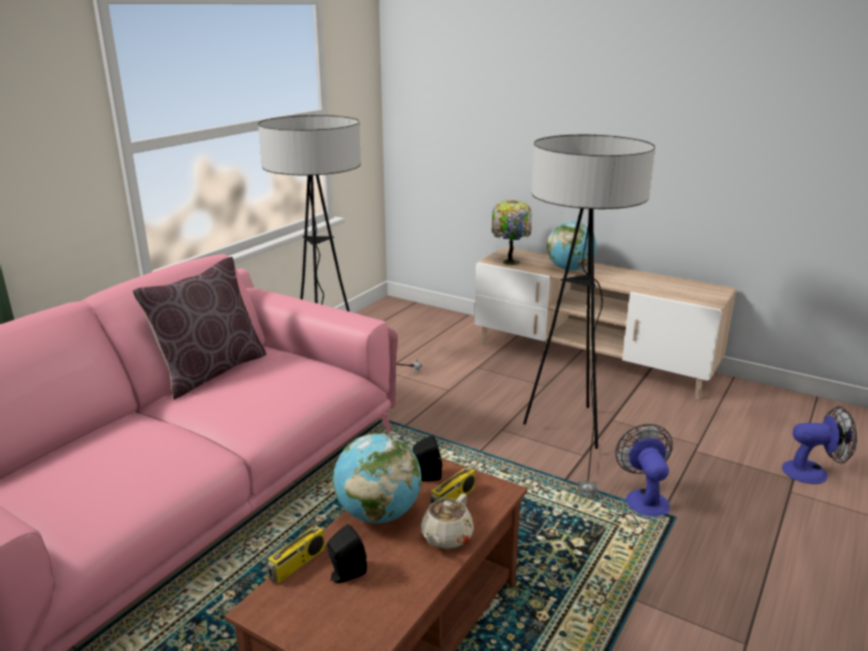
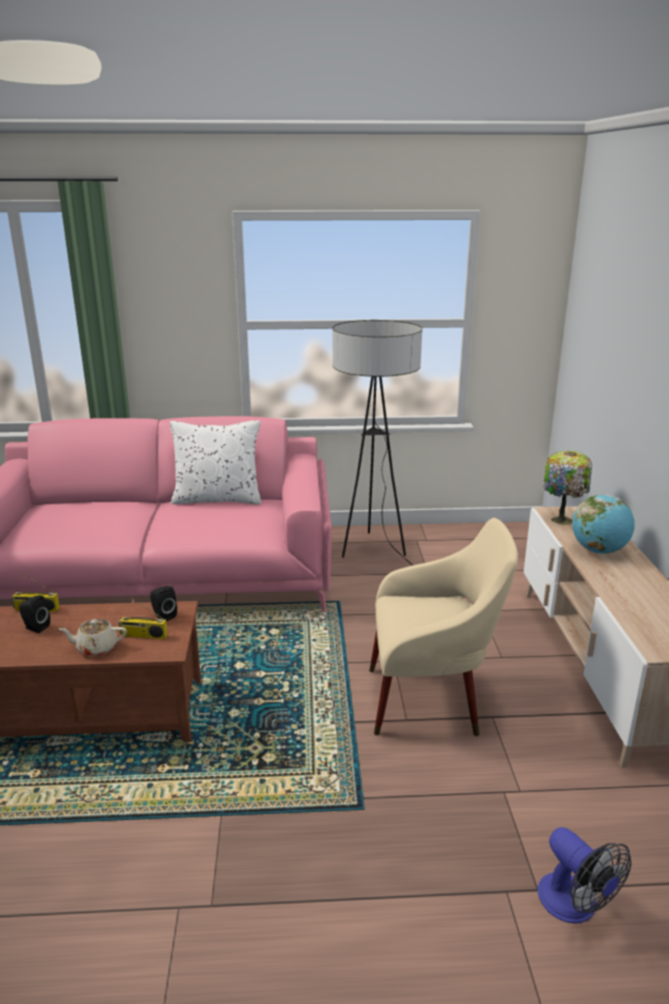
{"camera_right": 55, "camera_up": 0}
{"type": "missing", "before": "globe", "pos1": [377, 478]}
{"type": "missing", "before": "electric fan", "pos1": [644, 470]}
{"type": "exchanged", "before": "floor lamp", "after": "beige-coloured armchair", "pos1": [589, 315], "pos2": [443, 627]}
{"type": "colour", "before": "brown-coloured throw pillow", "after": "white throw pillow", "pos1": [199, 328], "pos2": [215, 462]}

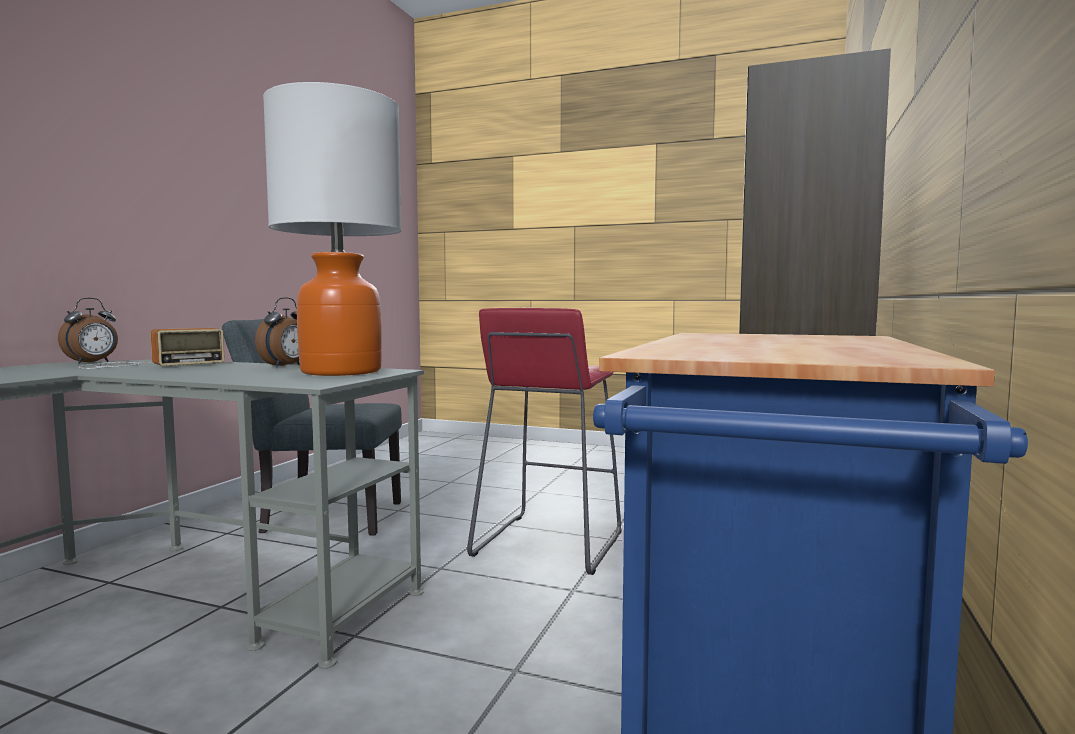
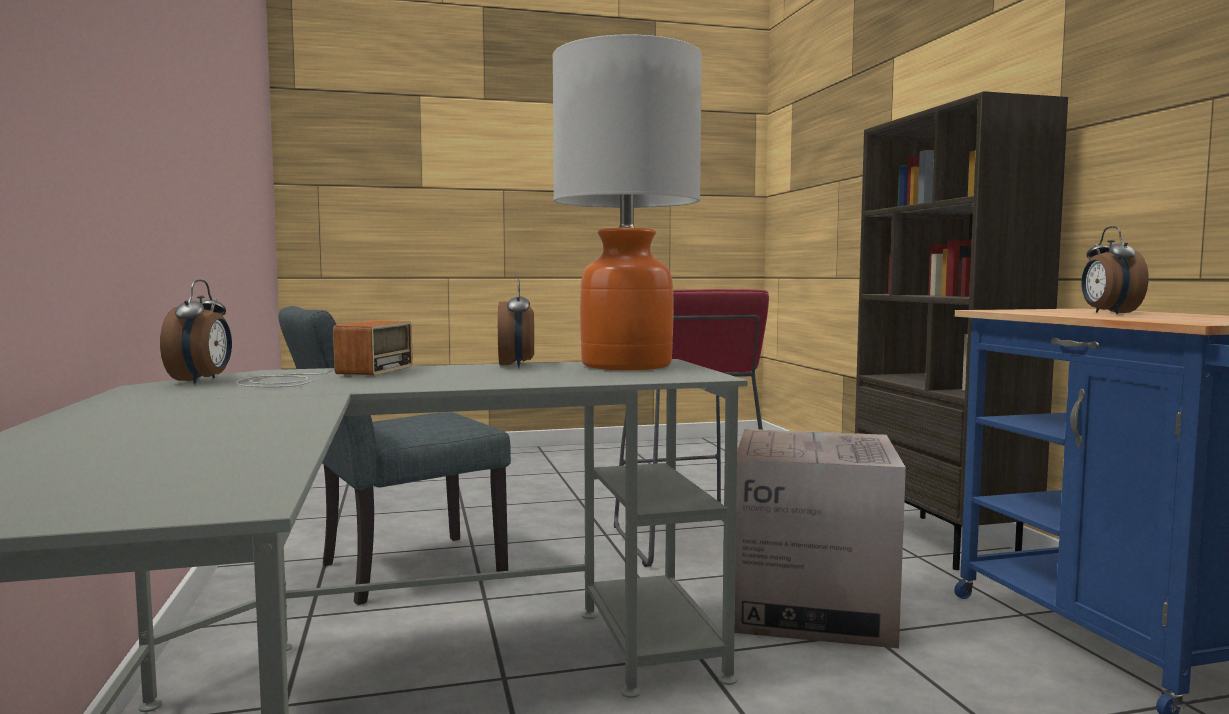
{"camera_right": -35, "camera_up": 0}
{"type": "appeared", "after": "packing box", "pos2": [820, 538]}
{"type": "appeared", "after": "table clock", "pos2": [1115, 270]}

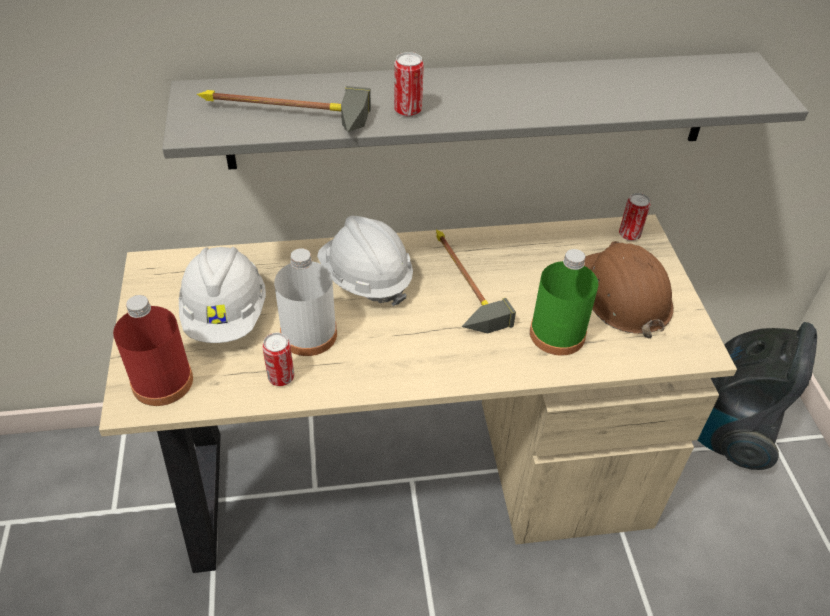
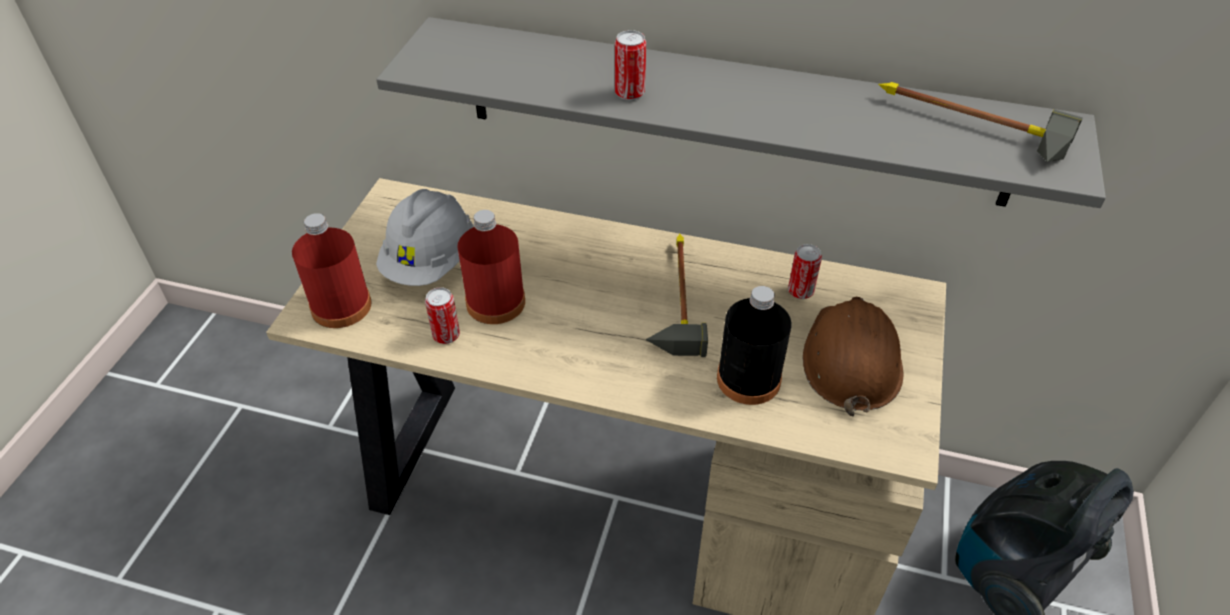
{"camera_right": 25, "camera_up": 0}
{"type": "missing", "before": "white hard hat", "pos1": [365, 261]}
{"type": "relocated", "before": "hand hammer", "pos1": [283, 109], "pos2": [980, 122]}
{"type": "relocated", "before": "can", "pos1": [634, 217], "pos2": [805, 271]}
{"type": "colour", "before": "white bottle", "after": "red bottle", "pos1": [305, 302], "pos2": [491, 267]}
{"type": "colour", "before": "green bottle", "after": "blackish bottle", "pos1": [564, 302], "pos2": [754, 345]}

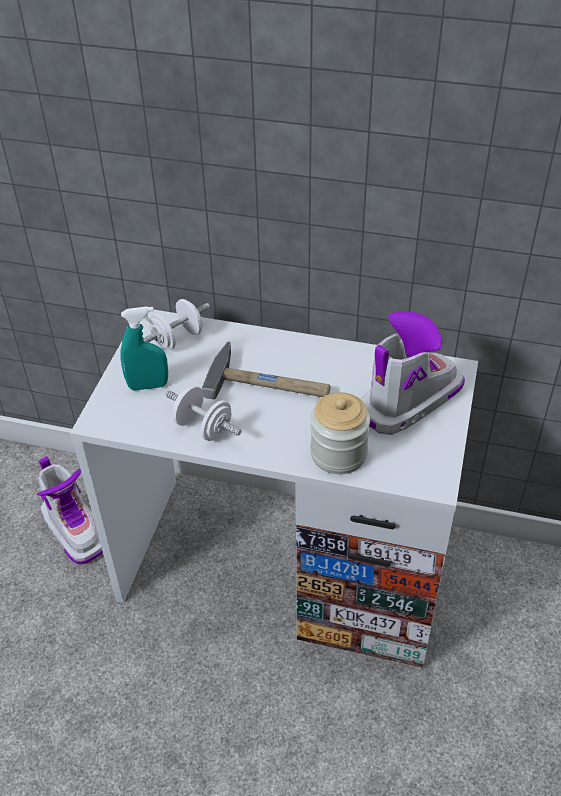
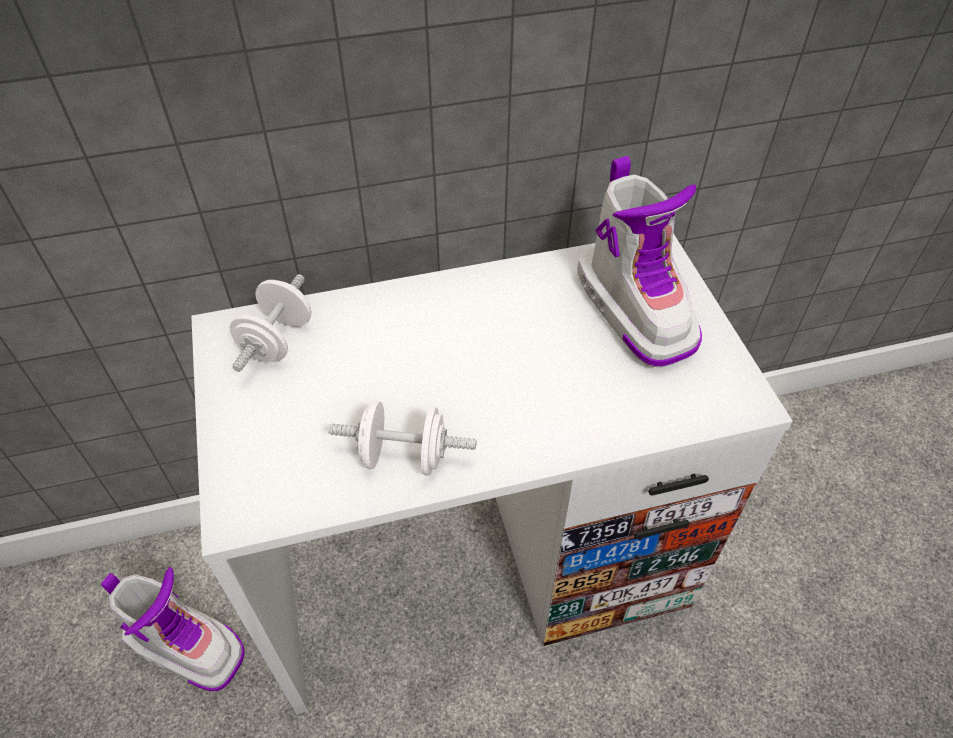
{"camera_right": -30, "camera_up": 5}
{"type": "missing", "before": "turquoise-coloured spray bottle", "pos1": [144, 348]}
{"type": "missing", "before": "hand hammer", "pos1": [266, 370]}
{"type": "missing", "before": "jar", "pos1": [340, 433]}
{"type": "spun", "before": "boot", "pos1": [413, 373], "pos2": [639, 262], "turn": 135}

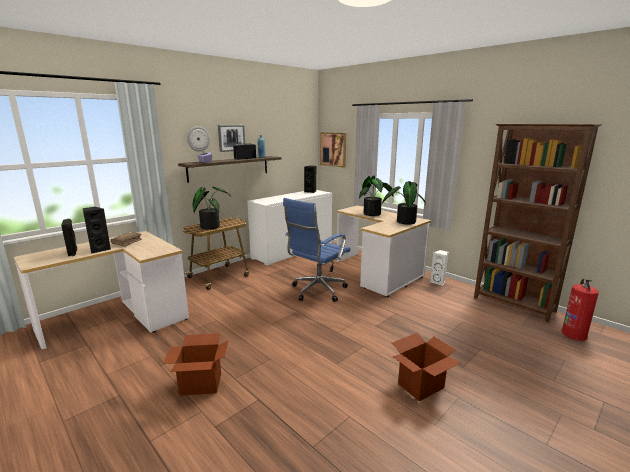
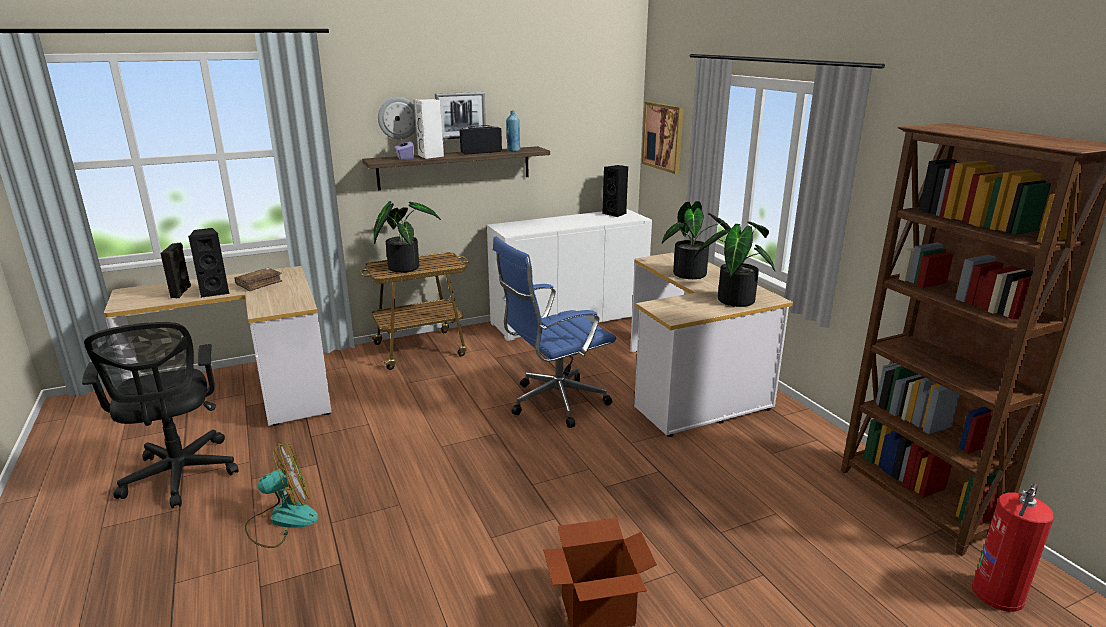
{"camera_right": 20, "camera_up": 5}
{"type": "appeared", "after": "blackish computer chair", "pos2": [160, 415]}
{"type": "relocated", "before": "white speaker", "pos1": [439, 268], "pos2": [428, 129]}
{"type": "exchanged", "before": "packing box", "after": "electric fan", "pos1": [195, 364], "pos2": [281, 495]}

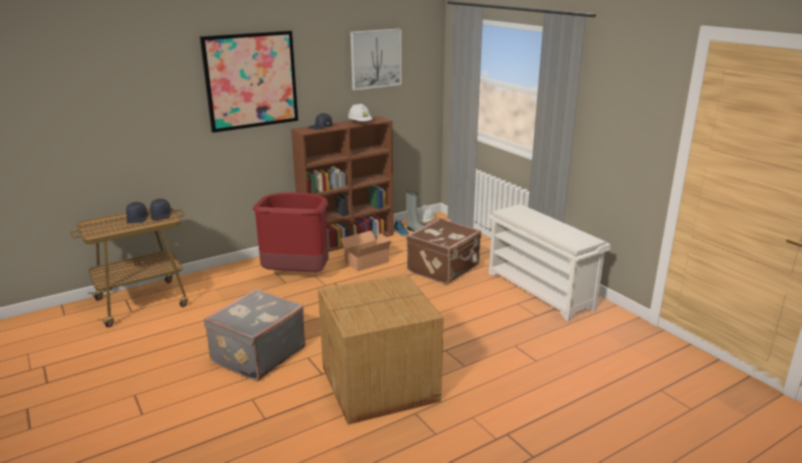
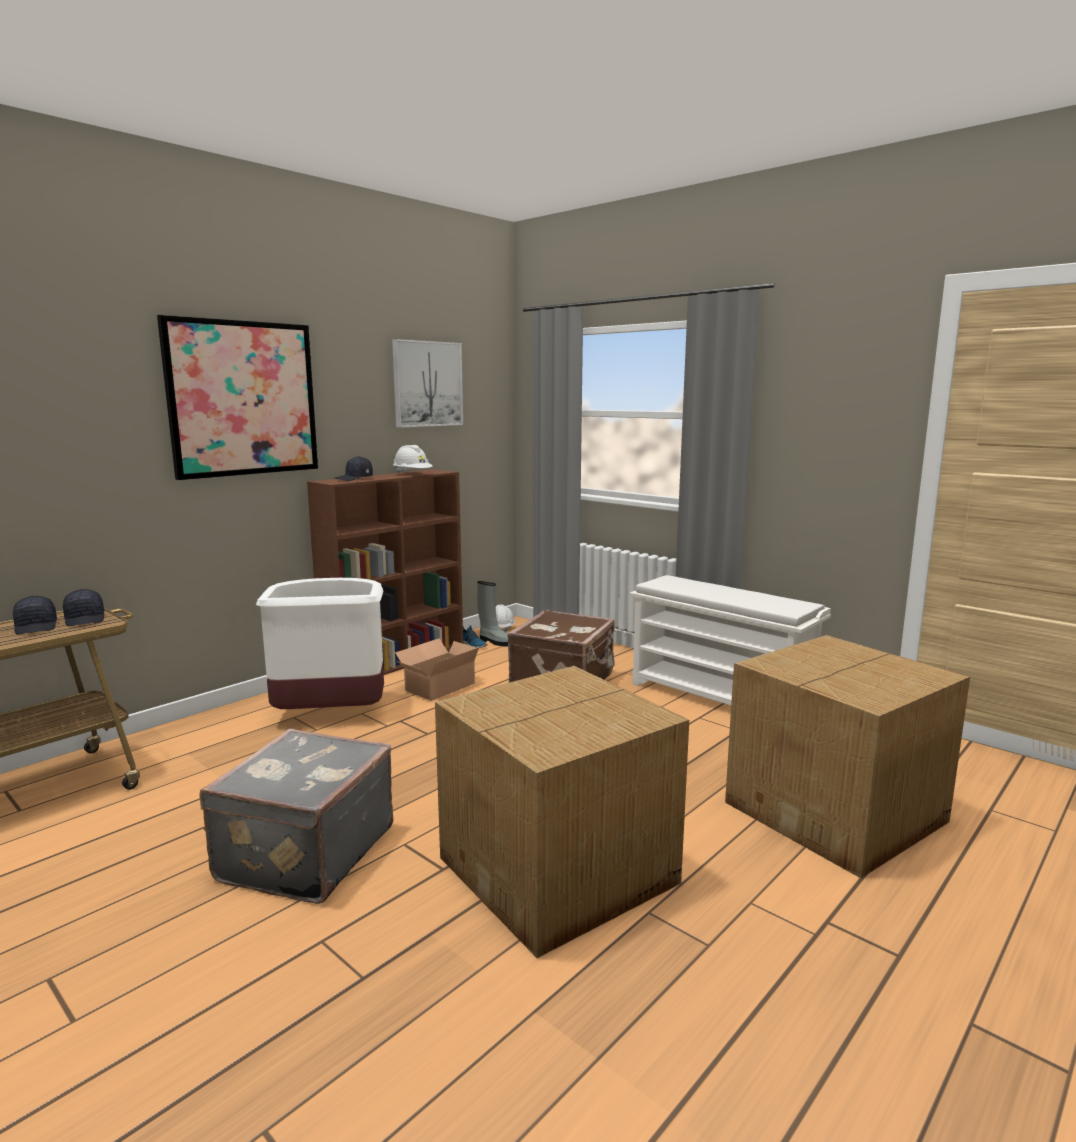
{"camera_right": -15, "camera_up": -10}
{"type": "appeared", "after": "packing box", "pos2": [847, 756]}
{"type": "colour", "before": "red rubbish bin", "after": "white rubbish bin", "pos1": [291, 232], "pos2": [320, 643]}

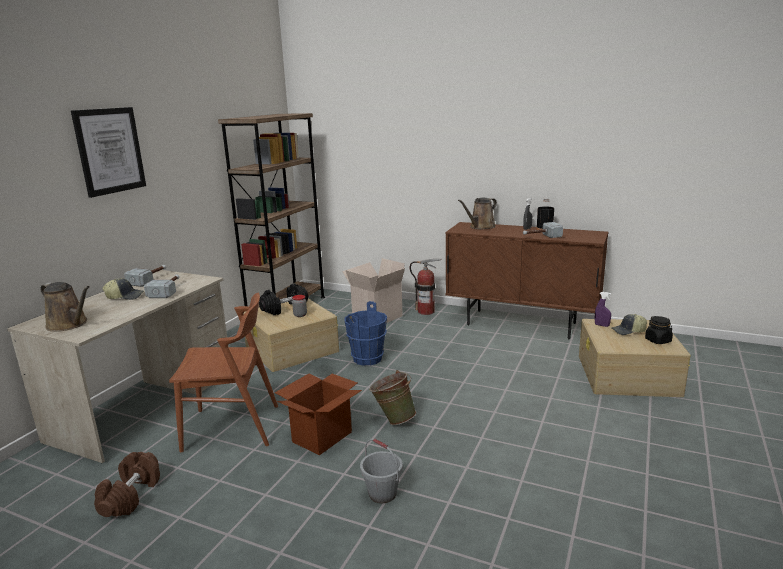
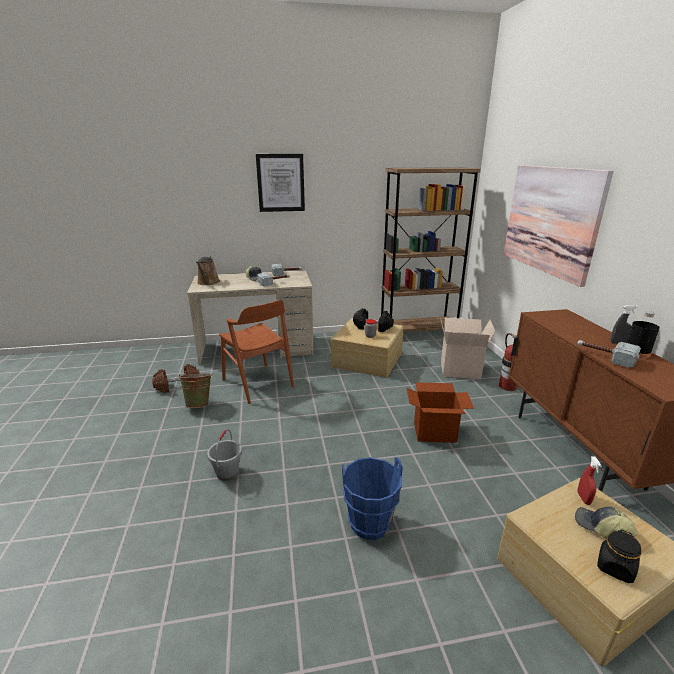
{"camera_right": 55, "camera_up": 5}
{"type": "missing", "before": "brown-coloured watering can", "pos1": [477, 213]}
{"type": "appeared", "after": "wall art", "pos2": [559, 226]}
{"type": "relocated", "before": "packing box", "pos1": [318, 414], "pos2": [440, 412]}
{"type": "relocated", "before": "blue pail", "pos1": [365, 333], "pos2": [372, 498]}
{"type": "relocated", "before": "green pail", "pos1": [392, 397], "pos2": [195, 391]}
{"type": "colour", "before": "purple spray bottle", "after": "red spray bottle", "pos1": [603, 309], "pos2": [589, 480]}

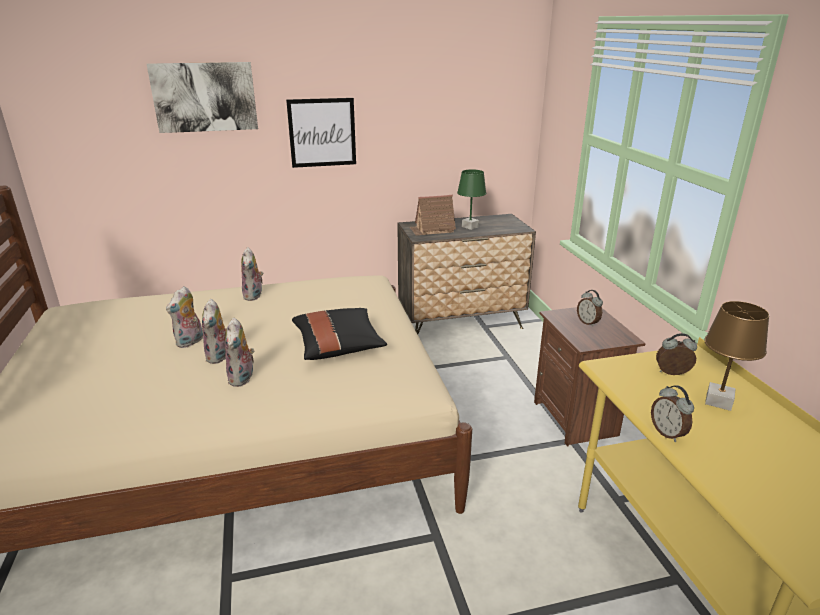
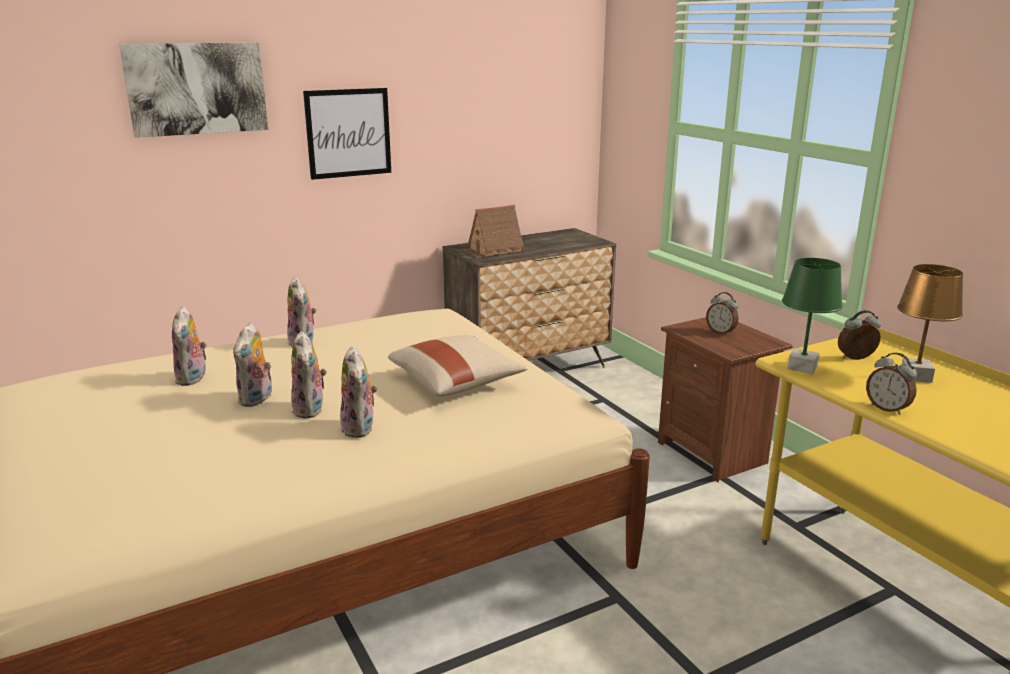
{"camera_right": -15, "camera_up": -5}
{"type": "appeared", "after": "cuddly toy", "pos2": [190, 346]}
{"type": "relocated", "before": "green lamp for a table", "pos1": [471, 199], "pos2": [812, 316]}
{"type": "colour", "before": "blackish throw pillow", "after": "beige-coloured throw pillow", "pos1": [339, 334], "pos2": [457, 365]}

